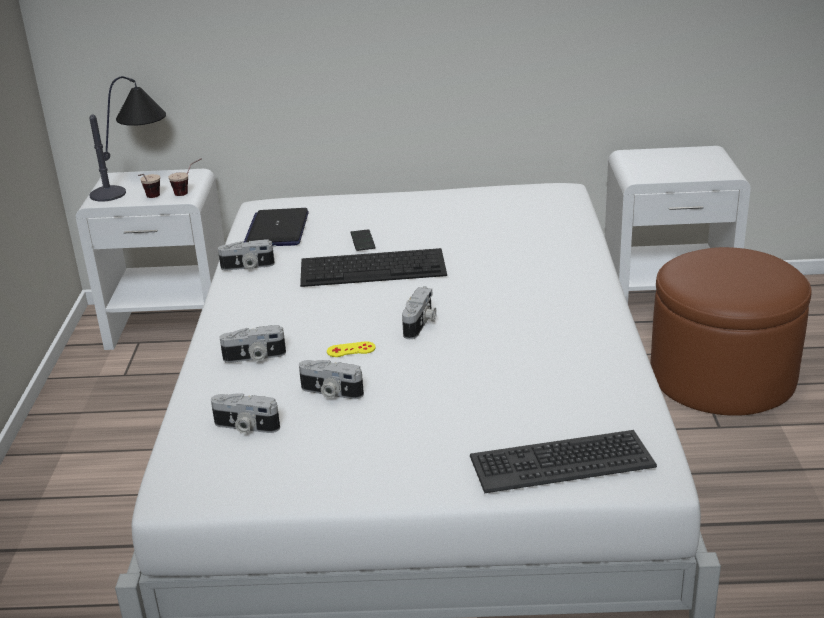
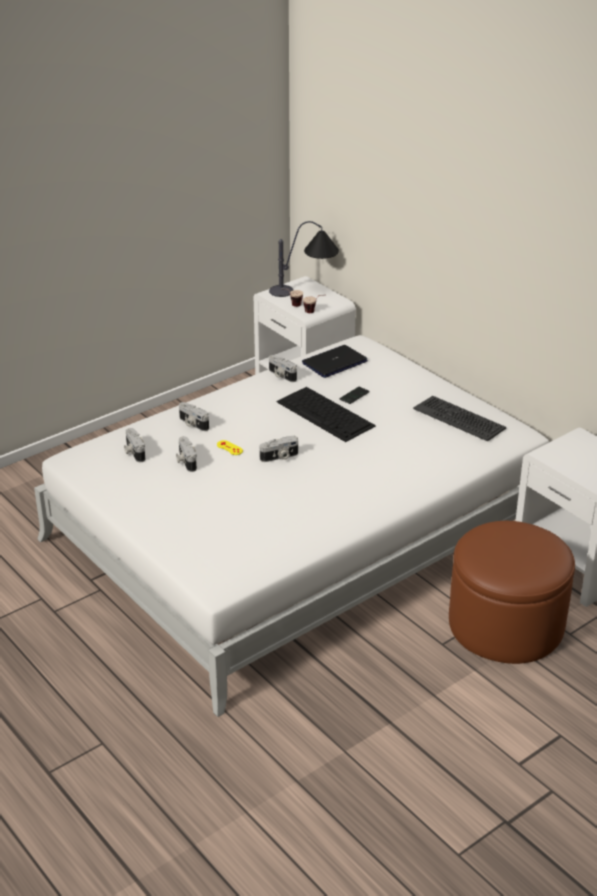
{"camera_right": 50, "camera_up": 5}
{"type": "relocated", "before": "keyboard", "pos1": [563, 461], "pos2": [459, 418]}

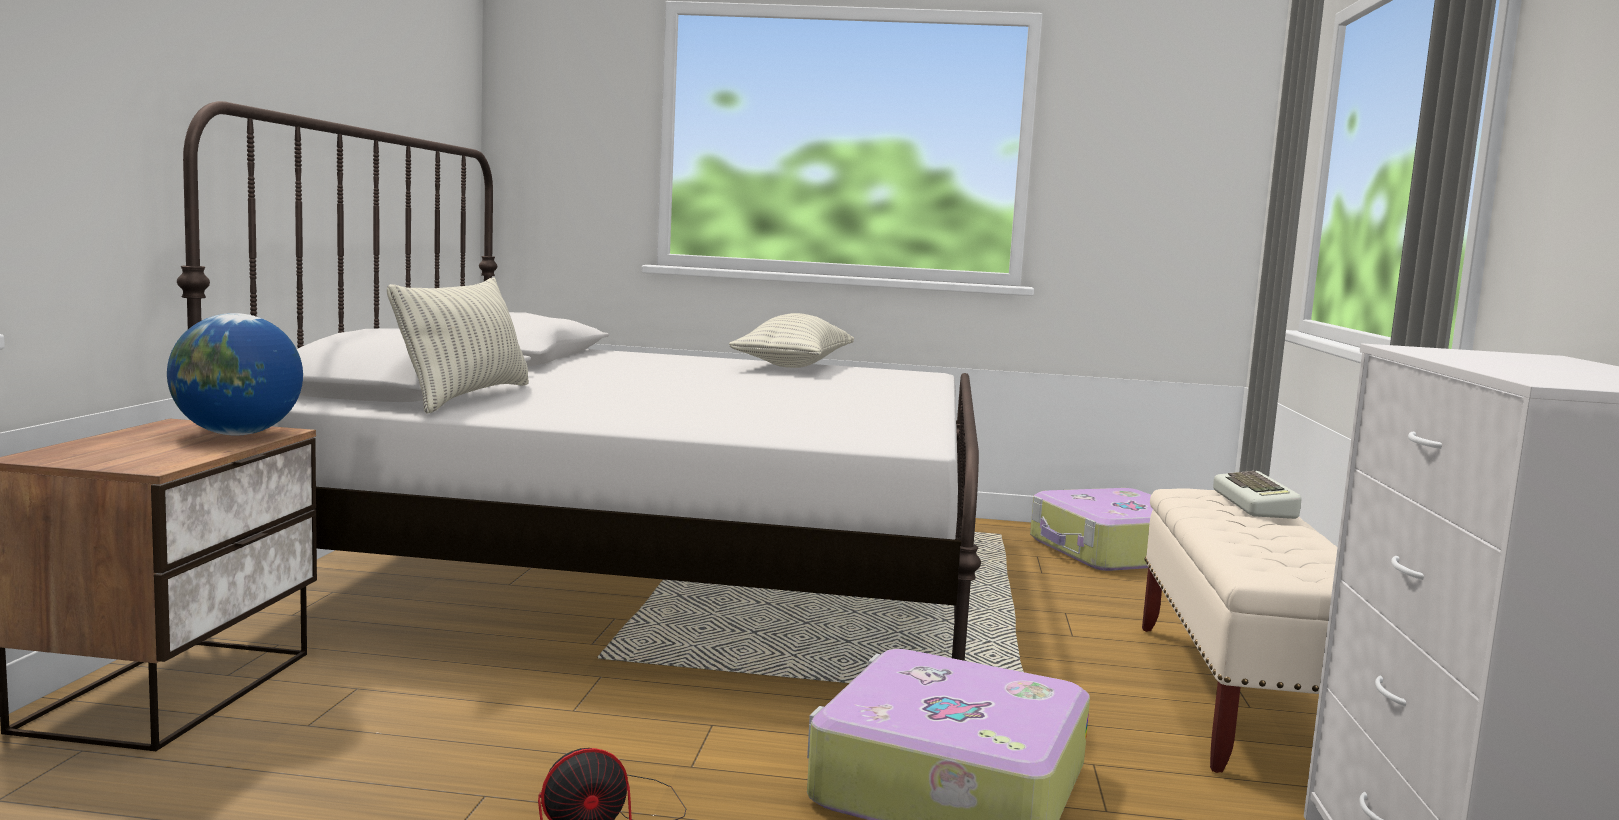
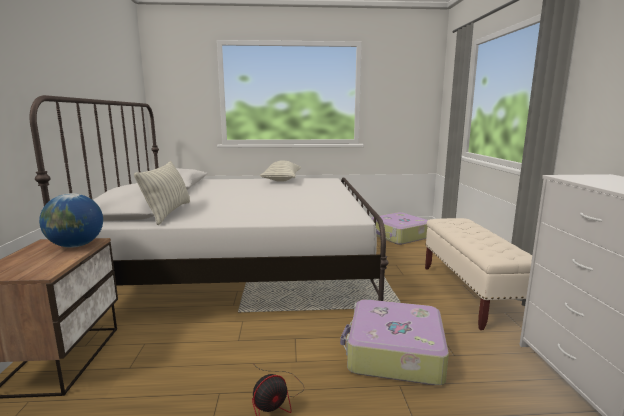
{"camera_right": -10, "camera_up": 5}
{"type": "missing", "before": "keyboard", "pos1": [1257, 495]}

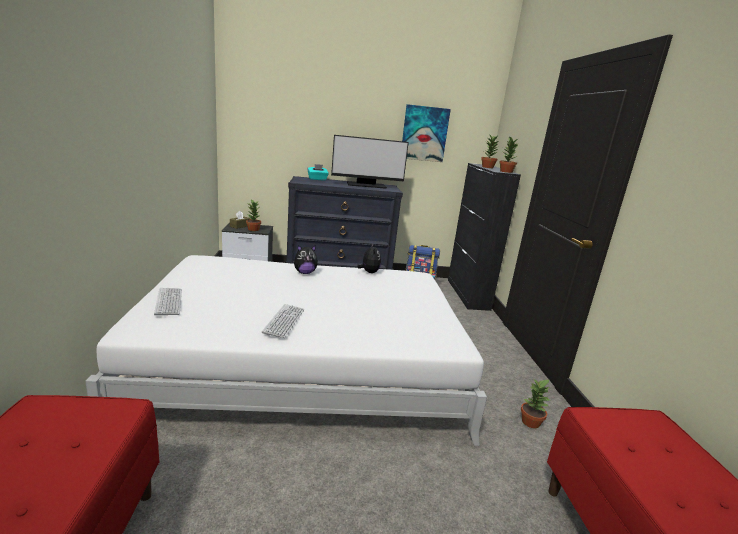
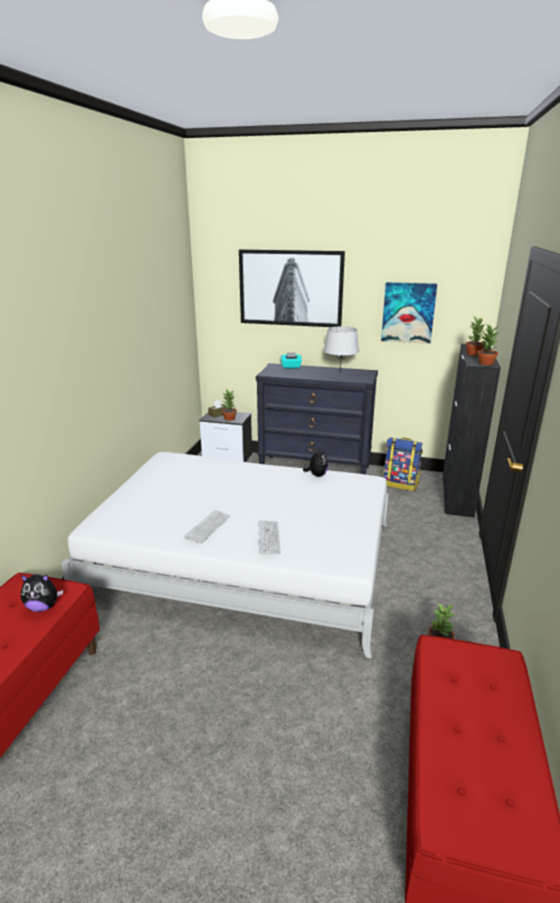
{"camera_right": 20, "camera_up": 5}
{"type": "appeared", "after": "wall art", "pos2": [292, 288]}
{"type": "relocated", "before": "keyboard", "pos1": [168, 301], "pos2": [269, 537]}
{"type": "relocated", "before": "cuddly toy", "pos1": [306, 259], "pos2": [42, 593]}
{"type": "exchanged", "before": "computer screen", "after": "gray lamp for a table", "pos1": [370, 162], "pos2": [341, 350]}

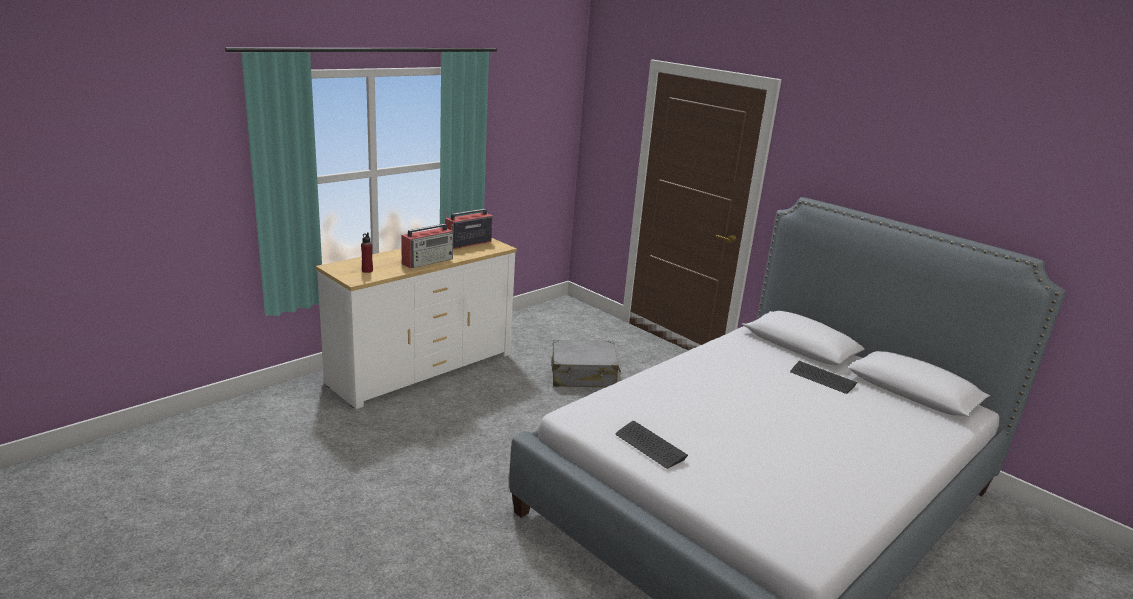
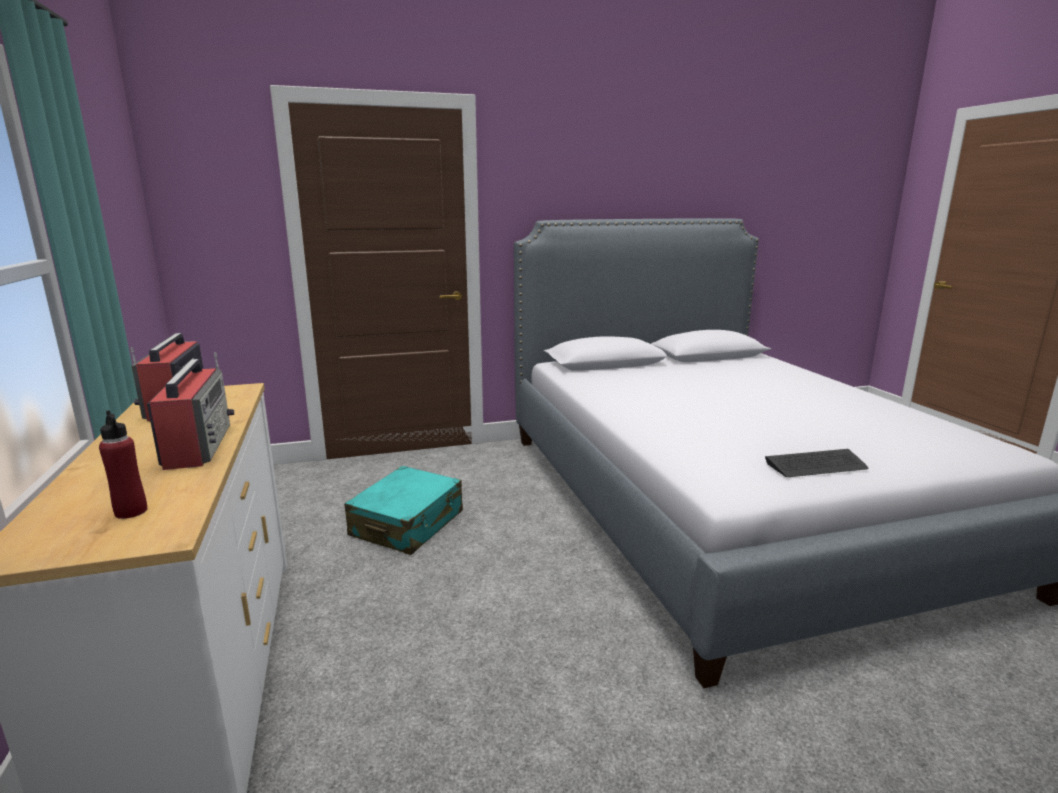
{"camera_right": -60, "camera_up": -5}
{"type": "missing", "before": "keyboard", "pos1": [823, 377]}
{"type": "colour", "before": "gray travel case", "after": "turquoise-coloured travel case", "pos1": [586, 363], "pos2": [403, 510]}

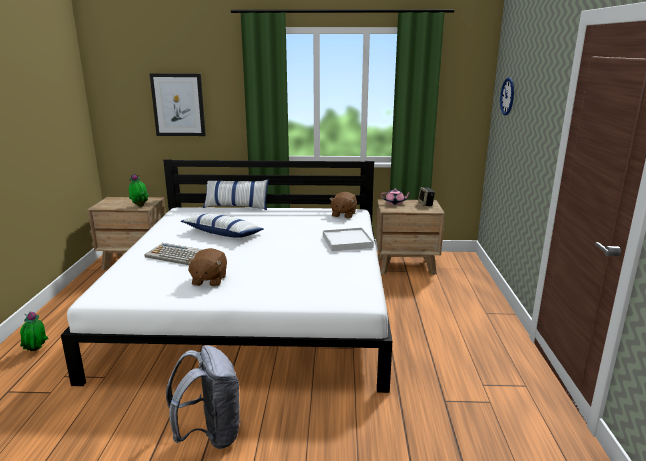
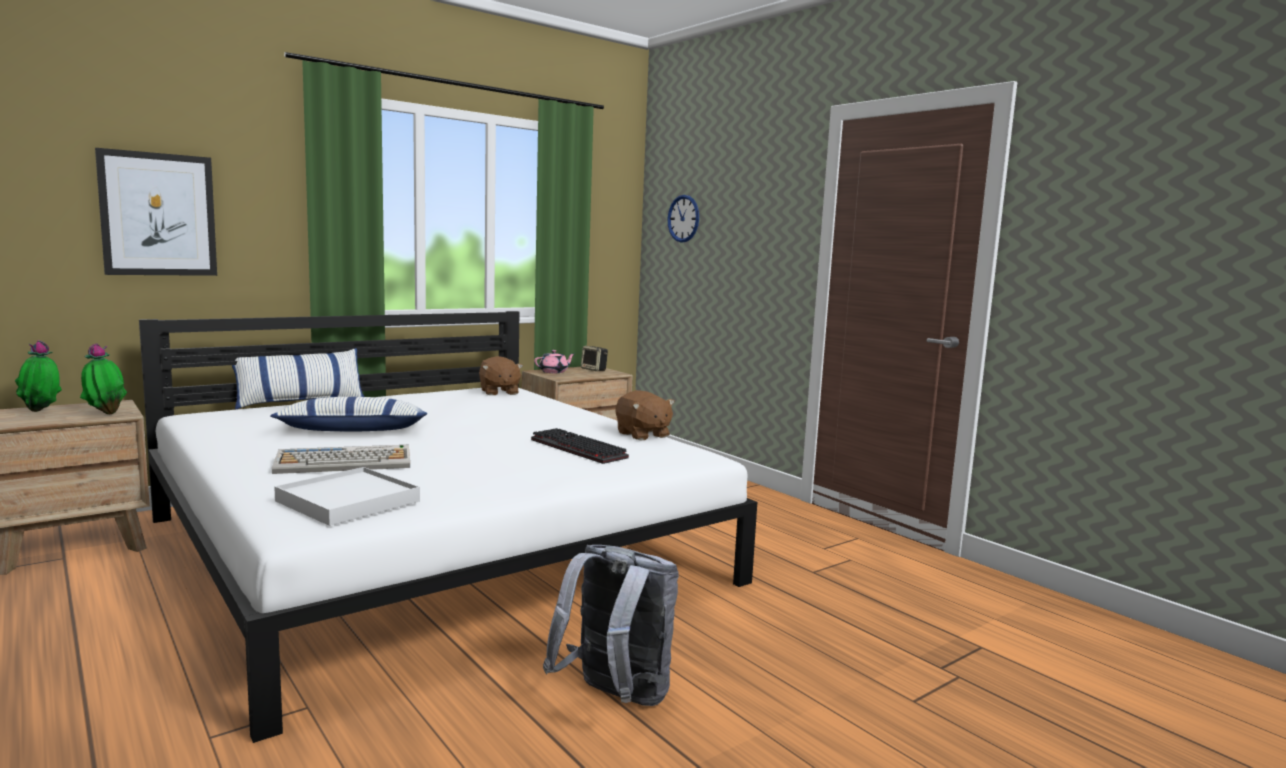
{"camera_right": -40, "camera_up": -10}
{"type": "appeared", "after": "keyboard", "pos2": [580, 446]}
{"type": "relocated", "before": "houseplant", "pos1": [34, 331], "pos2": [38, 376]}
{"type": "relocated", "before": "brown-coloured cuddly toy", "pos1": [206, 267], "pos2": [645, 415]}
{"type": "relocated", "before": "white serving tray", "pos1": [348, 239], "pos2": [347, 496]}

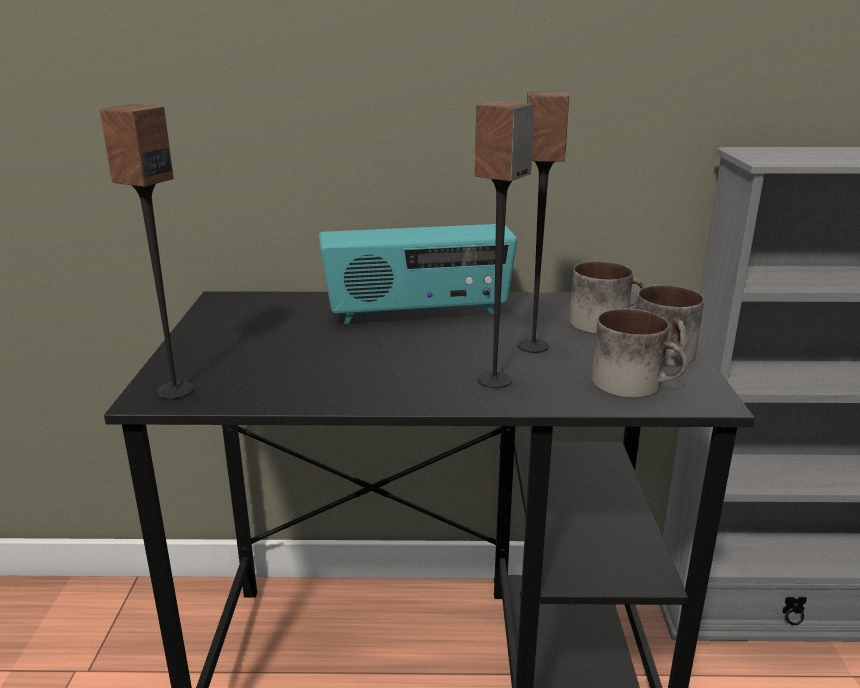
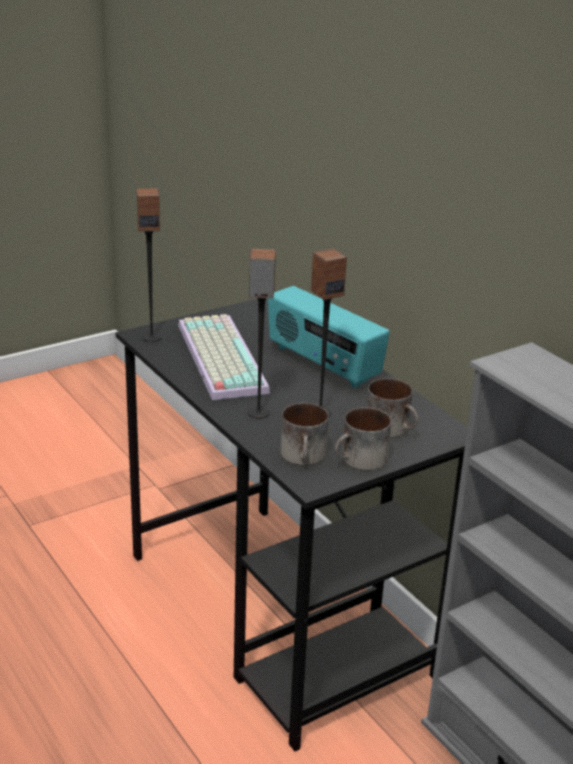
{"camera_right": 55, "camera_up": 5}
{"type": "appeared", "after": "keyboard", "pos2": [224, 357]}

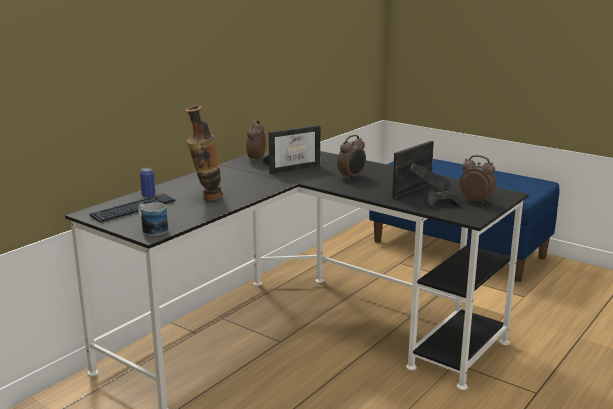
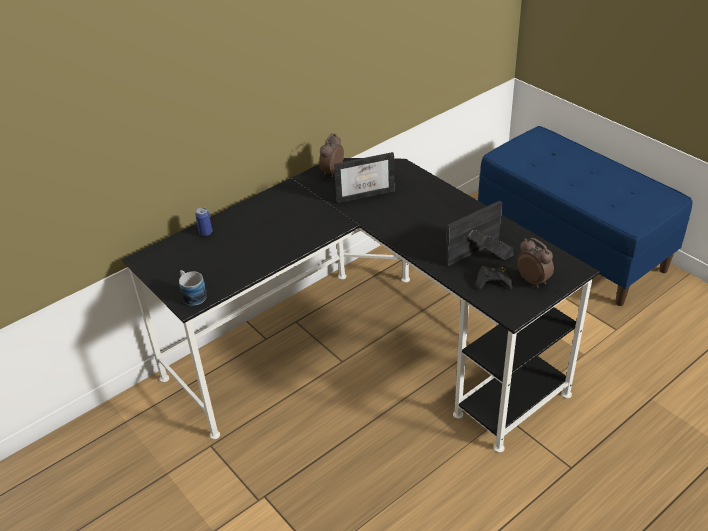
{"camera_right": 15, "camera_up": 20}
{"type": "missing", "before": "keyboard", "pos1": [133, 207]}
{"type": "missing", "before": "decorative vase", "pos1": [204, 153]}
{"type": "missing", "before": "table clock", "pos1": [351, 157]}

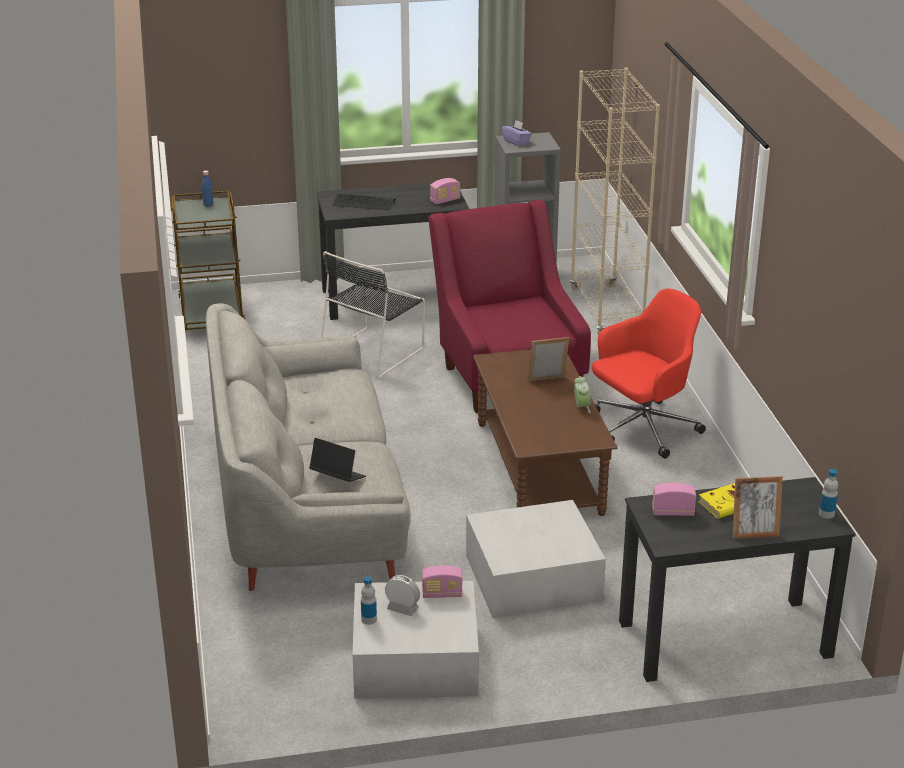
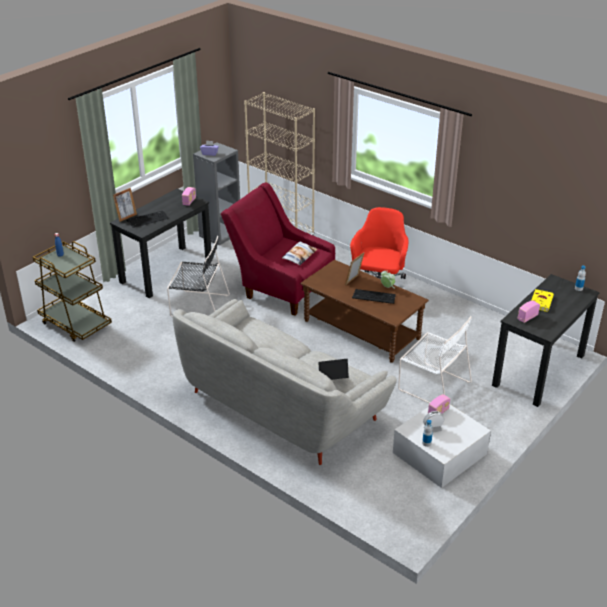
{"camera_right": -40, "camera_up": 5}
{"type": "appeared", "after": "throw pillow", "pos2": [300, 253]}
{"type": "appeared", "after": "keyboard", "pos2": [374, 296]}
{"type": "relocated", "before": "picture frame", "pos1": [758, 507], "pos2": [125, 205]}
{"type": "exchanged", "before": "white storage bin", "after": "white upright chair", "pos1": [536, 559], "pos2": [435, 359]}
{"type": "spun", "before": "blackish upright chair", "pos1": [373, 314], "pos2": [198, 277], "turn": -75}

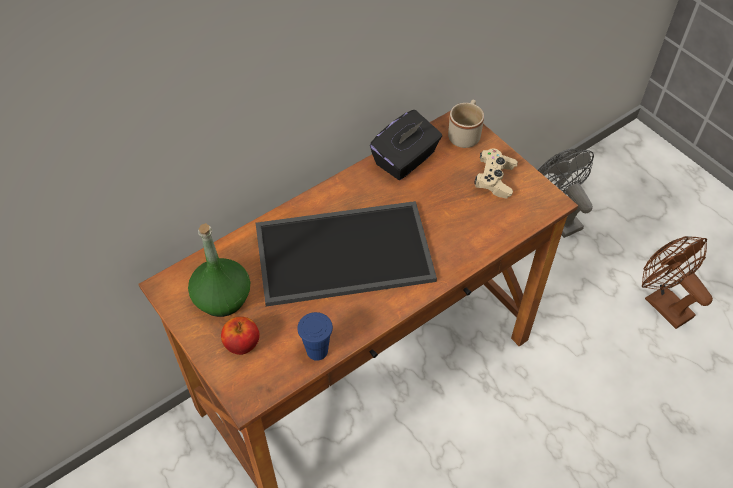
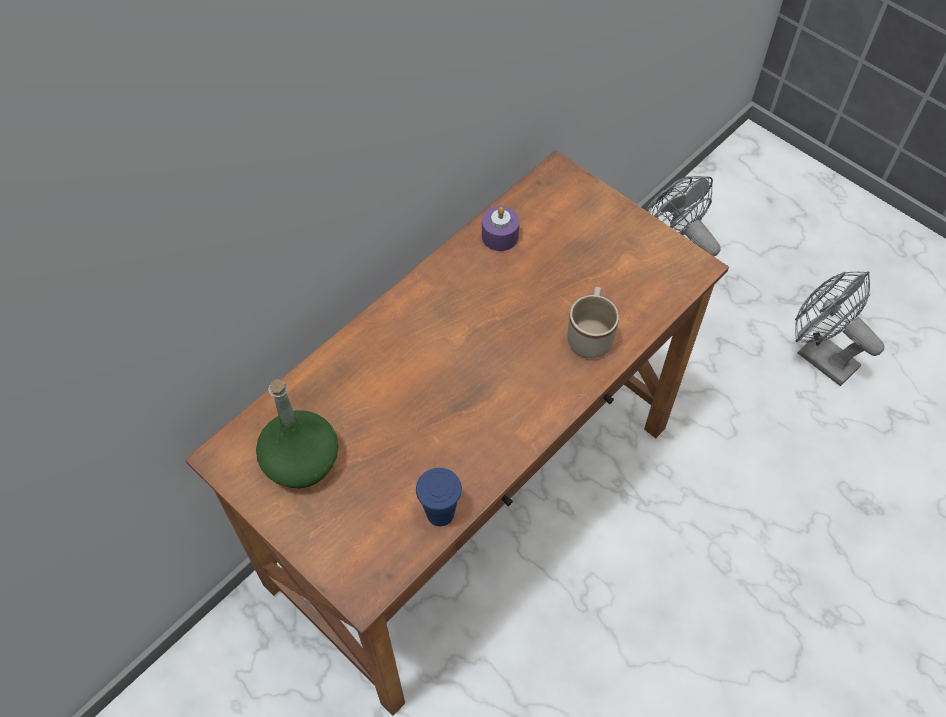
{"camera_right": -10, "camera_up": 5}
{"type": "missing", "before": "whole apple", "pos1": [240, 336]}
{"type": "missing", "before": "serving tray", "pos1": [346, 254]}
{"type": "missing", "before": "beige-coloured joypad", "pos1": [496, 173]}
{"type": "relocated", "before": "beige-coloured tea mug", "pos1": [466, 124], "pos2": [593, 322]}
{"type": "exchanged", "before": "blackish tissue holder", "after": "purple candle", "pos1": [406, 145], "pos2": [500, 228]}
{"type": "colour", "before": "brown-coloured electric fan", "after": "gray electric fan", "pos1": [677, 282], "pos2": [840, 328]}

